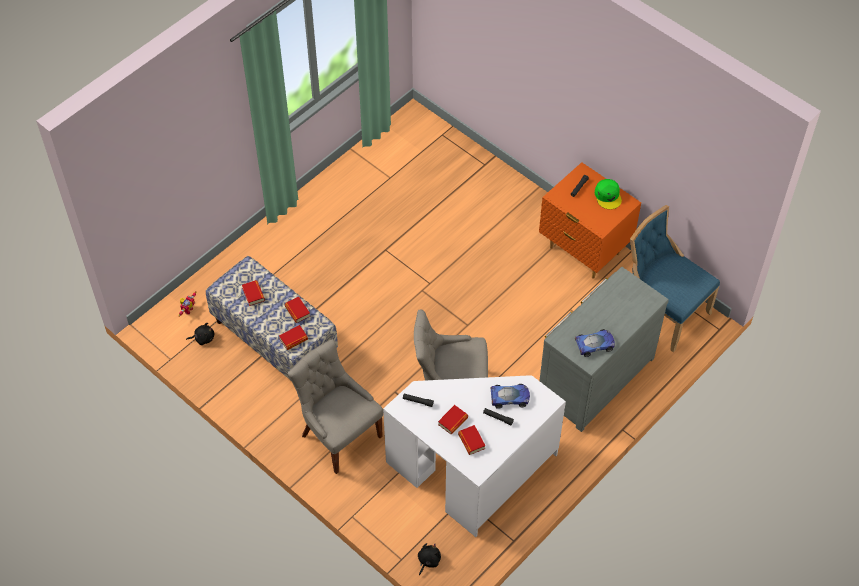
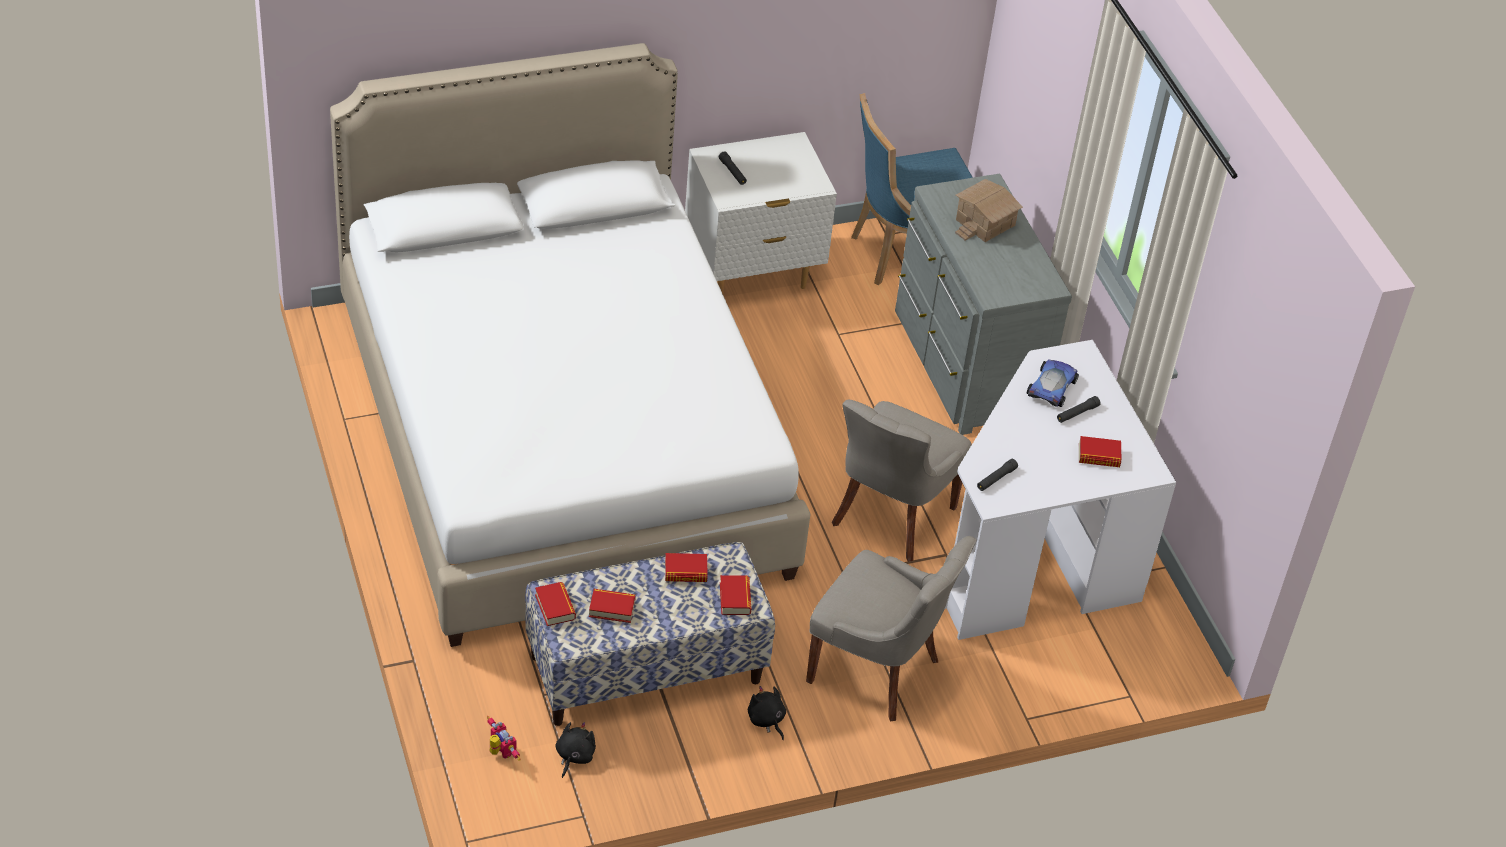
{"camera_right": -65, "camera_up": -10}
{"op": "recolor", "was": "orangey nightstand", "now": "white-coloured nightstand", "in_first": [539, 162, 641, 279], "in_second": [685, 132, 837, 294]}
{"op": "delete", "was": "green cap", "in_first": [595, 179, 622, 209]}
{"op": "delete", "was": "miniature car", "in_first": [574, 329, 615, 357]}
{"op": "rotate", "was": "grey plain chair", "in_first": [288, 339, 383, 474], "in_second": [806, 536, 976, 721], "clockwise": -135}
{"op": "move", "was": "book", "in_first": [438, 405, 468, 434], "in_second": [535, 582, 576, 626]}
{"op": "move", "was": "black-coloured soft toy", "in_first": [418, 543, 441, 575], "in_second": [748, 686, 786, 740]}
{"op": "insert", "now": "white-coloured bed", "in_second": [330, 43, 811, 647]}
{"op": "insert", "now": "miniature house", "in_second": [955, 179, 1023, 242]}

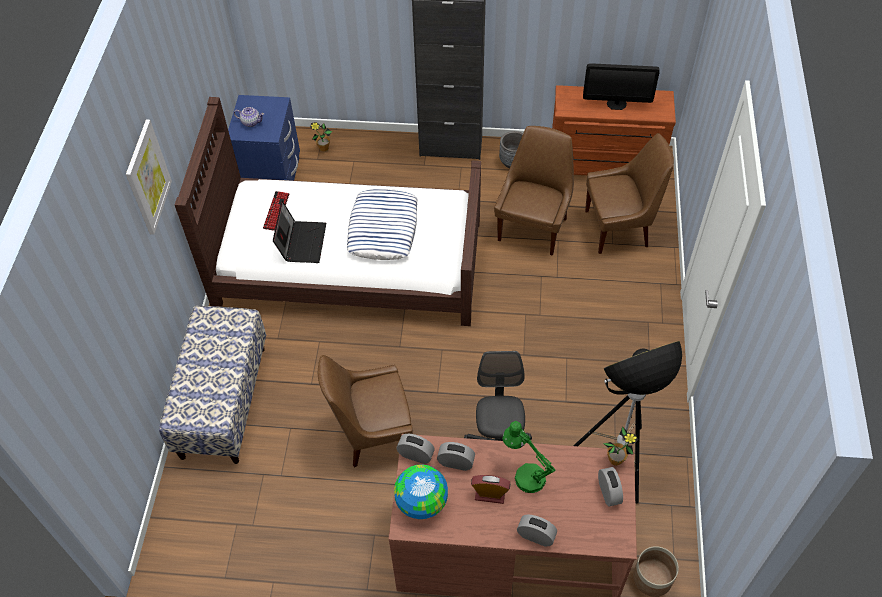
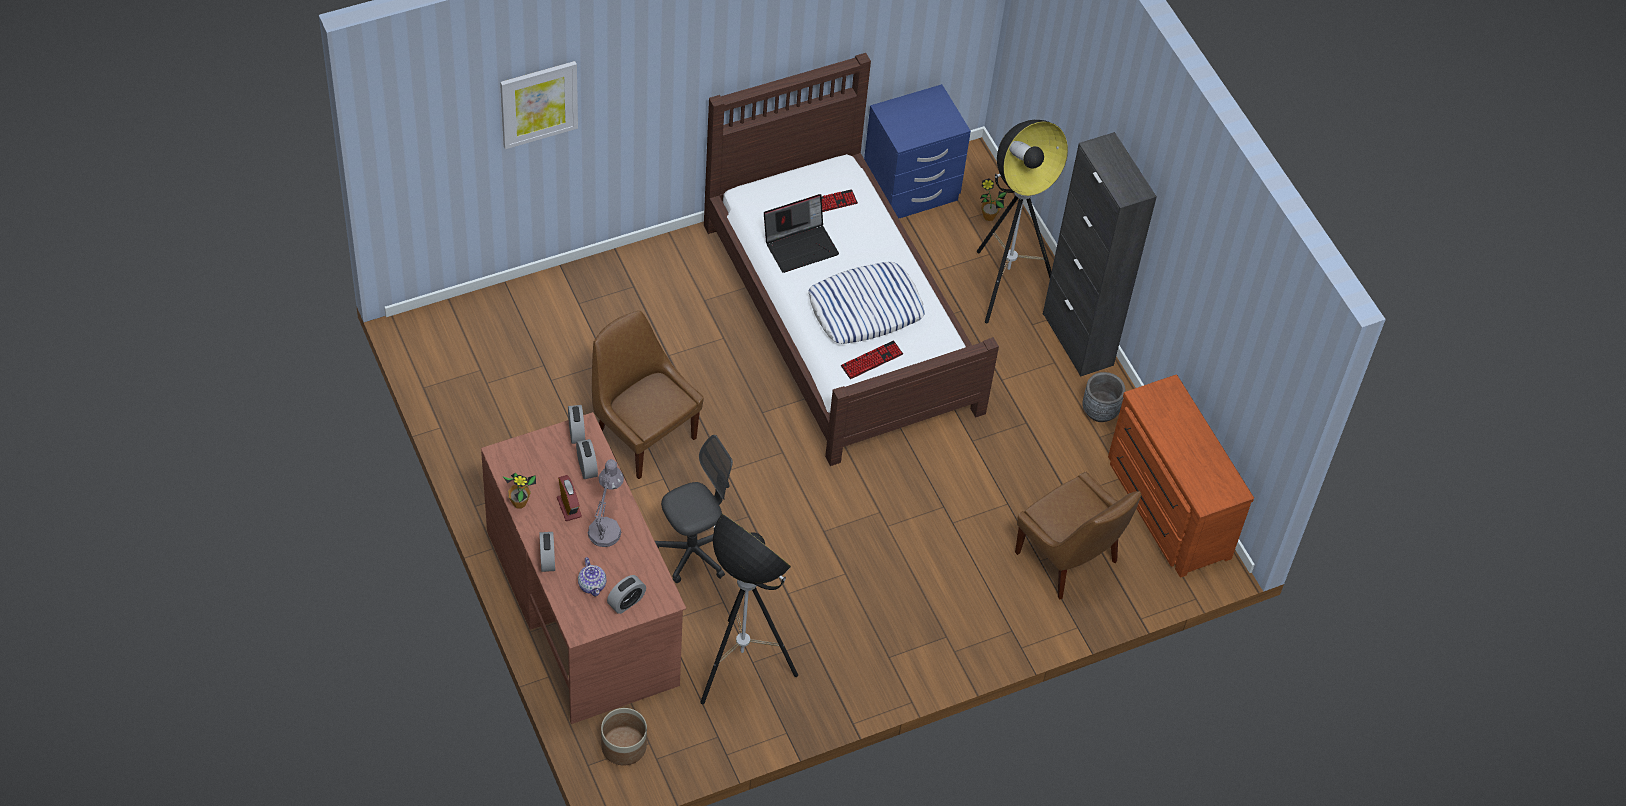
{"camera_right": 55, "camera_up": 0}
{"op": "delete", "was": "monitor", "in_first": [583, 63, 660, 110]}
{"op": "move", "was": "tea pot", "in_first": [234, 107, 264, 127], "in_second": [578, 557, 606, 596]}
{"op": "move", "was": "wall art", "in_first": [126, 120, 172, 235], "in_second": [500, 61, 578, 149]}
{"op": "delete", "was": "brown-coloured plain chair", "in_first": [494, 126, 574, 256]}
{"op": "delete", "was": "long seat", "in_first": [159, 306, 266, 464]}
{"op": "recolor", "was": "green tabletop lamp", "now": "grey tabletop lamp", "in_first": [502, 421, 555, 493], "in_second": [588, 459, 624, 547]}
{"op": "move", "was": "plant in a pot", "in_first": [603, 427, 638, 466], "in_second": [502, 473, 536, 509]}
{"op": "delete", "was": "globe", "in_first": [394, 464, 448, 519]}
{"op": "insert", "now": "floor lamp", "in_second": [977, 120, 1068, 323]}
{"op": "insert", "now": "computer keyboard", "in_second": [841, 340, 903, 379]}

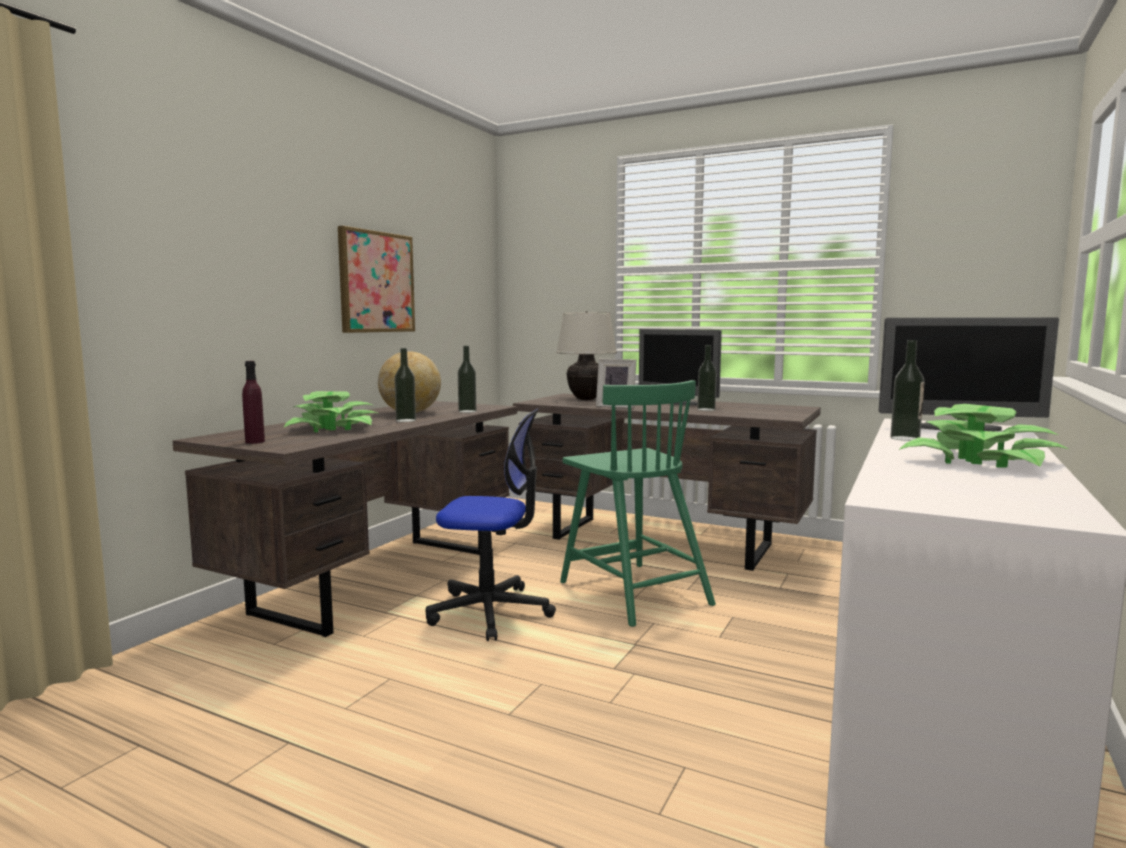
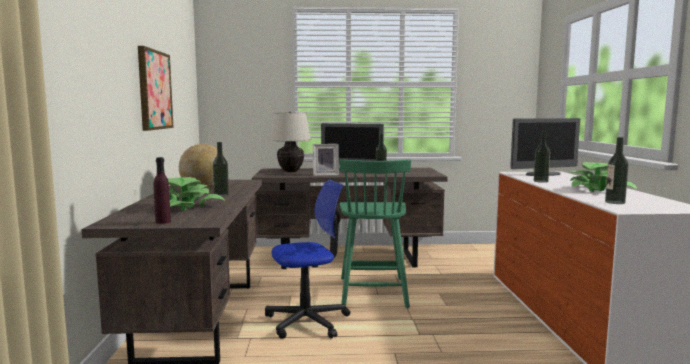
{"camera_right": -30, "camera_up": 0}
{"op": "move", "was": "bottle", "in_first": [458, 346, 476, 413], "in_second": [605, 137, 628, 204]}
{"op": "rotate", "was": "green plain chair", "in_first": [560, 380, 716, 627], "in_second": [339, 159, 411, 308], "clockwise": 60}

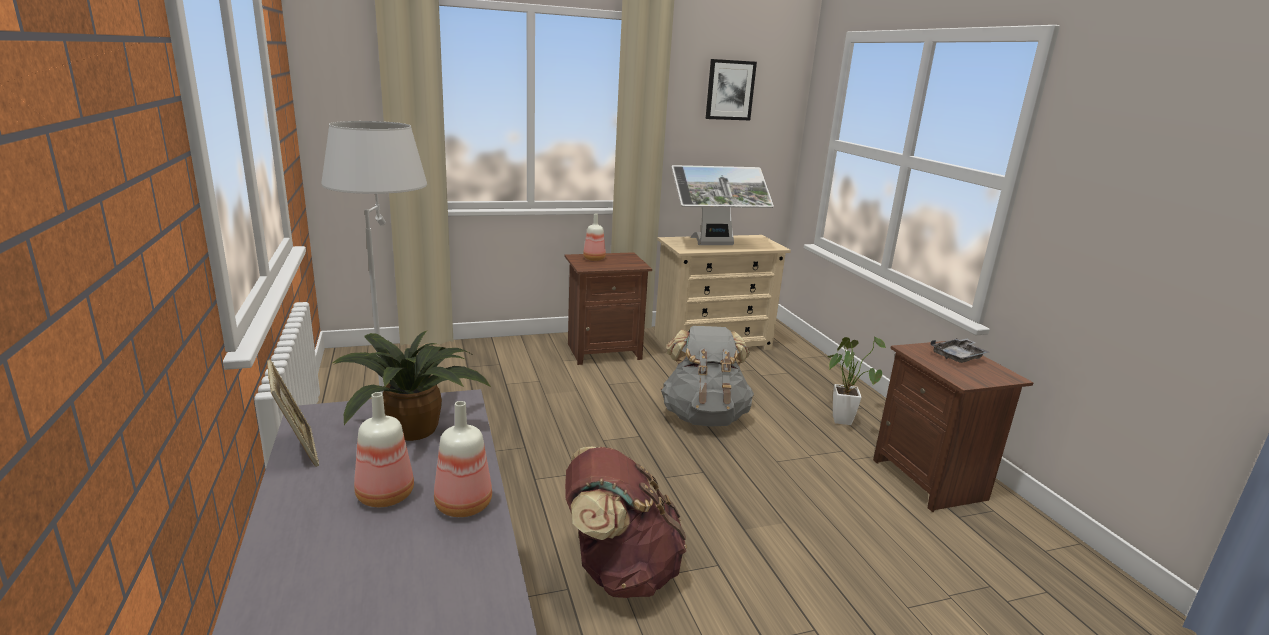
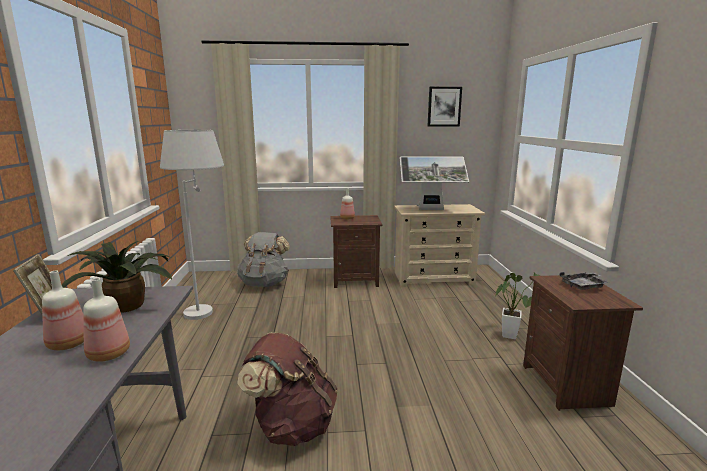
{"camera_right": 15, "camera_up": -5}
{"op": "move", "was": "grey backpack", "in_first": [661, 326, 754, 427], "in_second": [237, 232, 290, 287]}

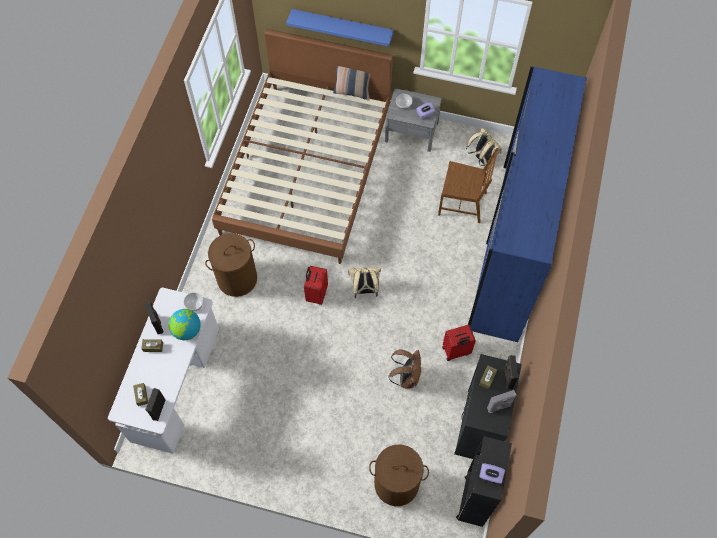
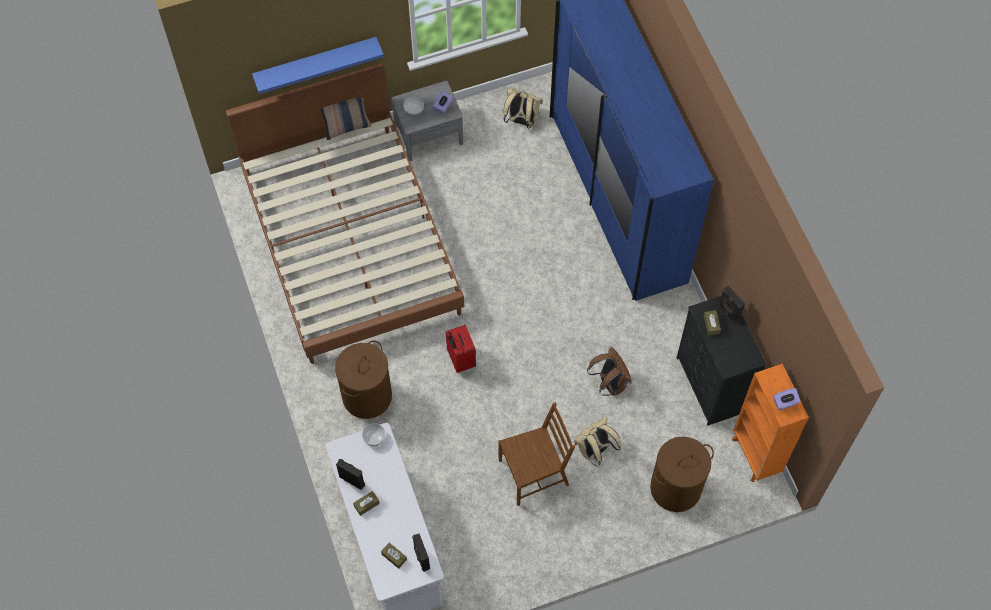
{"camera_right": -35, "camera_up": 0}
{"op": "move", "was": "brown-coloured plain chair", "in_first": [438, 148, 499, 223], "in_second": [499, 402, 575, 506]}
{"op": "move", "was": "sand-coloured backpack", "in_first": [348, 268, 381, 298], "in_second": [574, 417, 621, 466]}
{"op": "delete", "was": "globe", "in_first": [168, 309, 201, 340]}
{"op": "delete", "was": "red travel case", "in_first": [442, 325, 476, 361]}
{"op": "delete", "was": "grey speaker", "in_first": [487, 390, 516, 413]}
{"op": "recolor", "was": "black-coloured shelving unit", "now": "orangey shelving unit", "in_first": [456, 436, 512, 527], "in_second": [732, 364, 809, 482]}

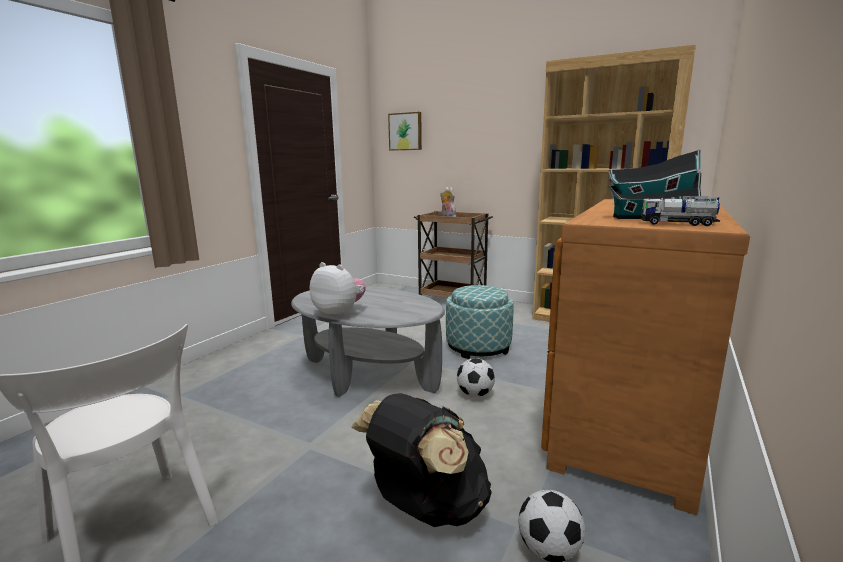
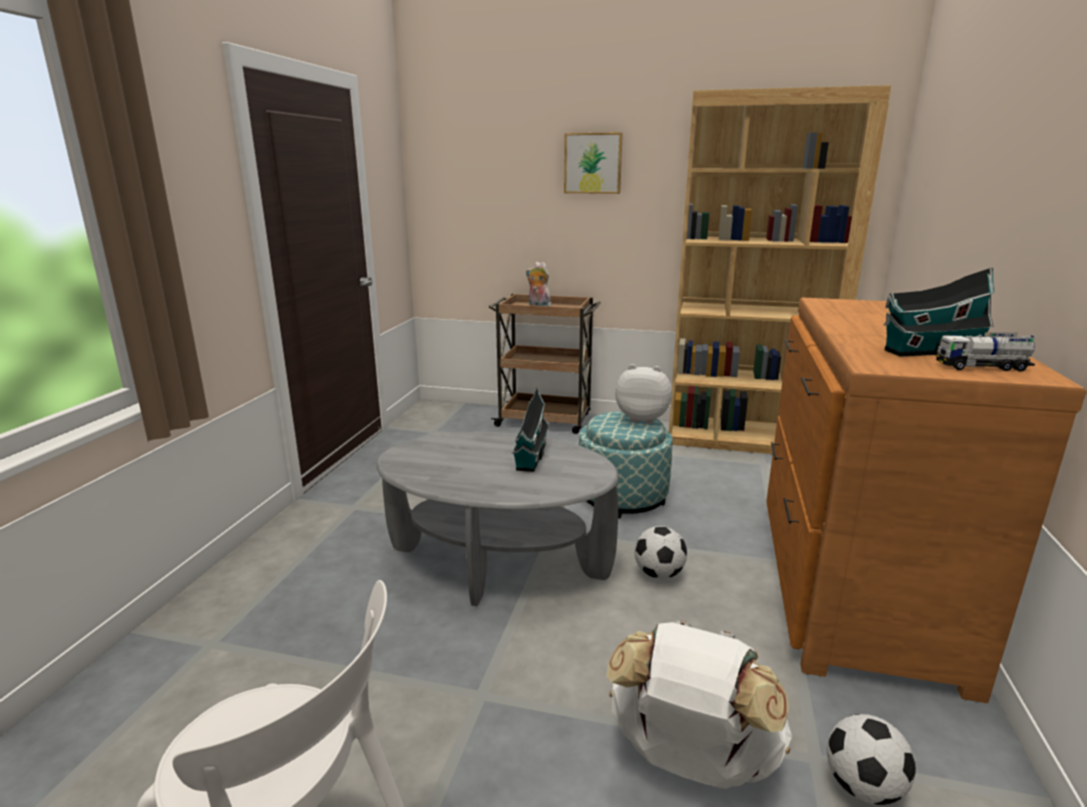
{"camera_right": -15, "camera_up": 5}
{"op": "move", "was": "wall art", "in_first": [388, 112, 422, 151], "in_second": [564, 132, 623, 194]}
{"op": "move", "was": "soft toy", "in_first": [310, 262, 366, 318], "in_second": [615, 364, 672, 424]}
{"op": "recolor", "was": "black-coloured backpack", "now": "white-coloured backpack", "in_first": [351, 393, 492, 527], "in_second": [606, 620, 792, 789]}
{"op": "insert", "now": "miniature house", "in_second": [511, 387, 549, 472]}

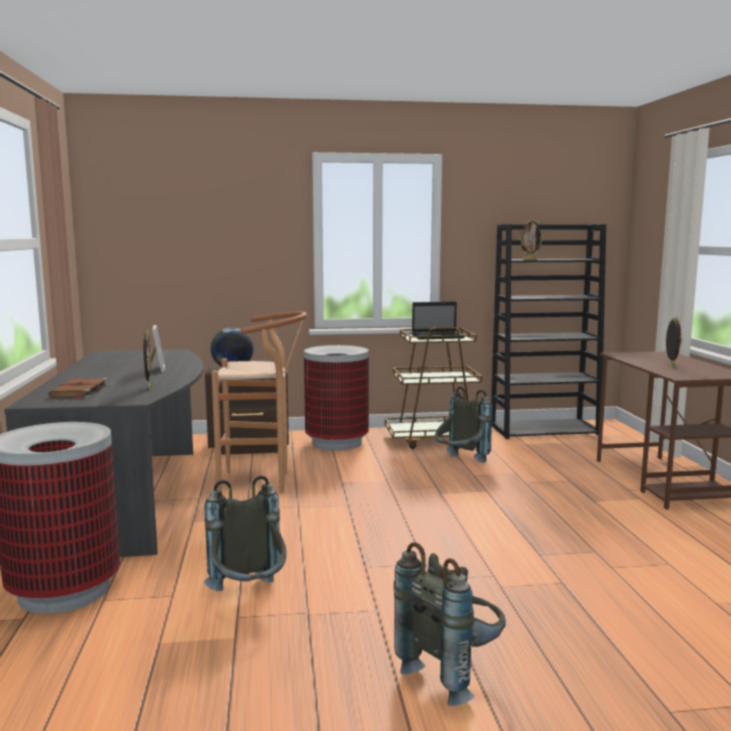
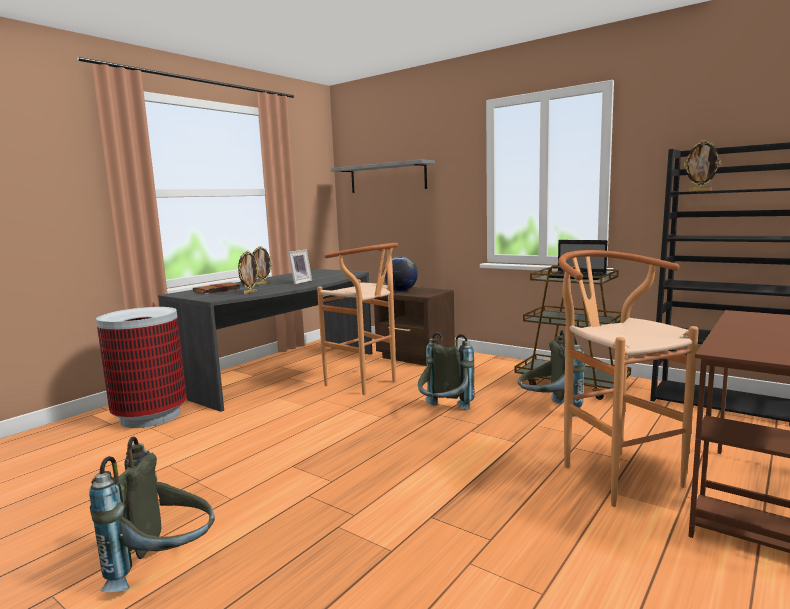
{"camera_right": 45, "camera_up": 0}
{"op": "move", "was": "standing frame", "in_first": [666, 316, 683, 368], "in_second": [253, 246, 273, 285]}
{"op": "delete", "was": "rubbish bin", "in_first": [304, 345, 369, 451]}
{"op": "move", "was": "grey backpack", "in_first": [204, 475, 287, 591], "in_second": [418, 332, 474, 410]}
{"op": "insert", "now": "grey bracket shelf", "in_second": [331, 159, 435, 193]}
{"op": "insert", "now": "brown-coloured stool", "in_second": [558, 250, 699, 507]}

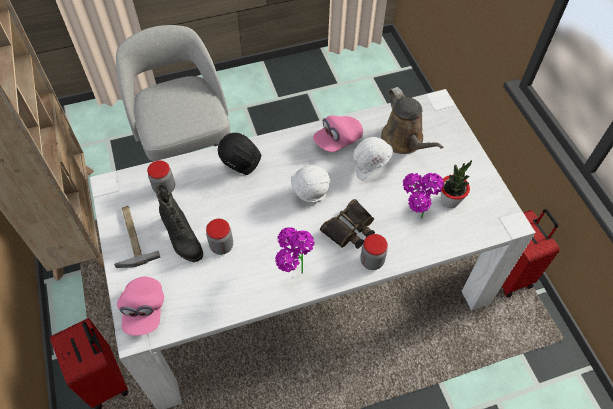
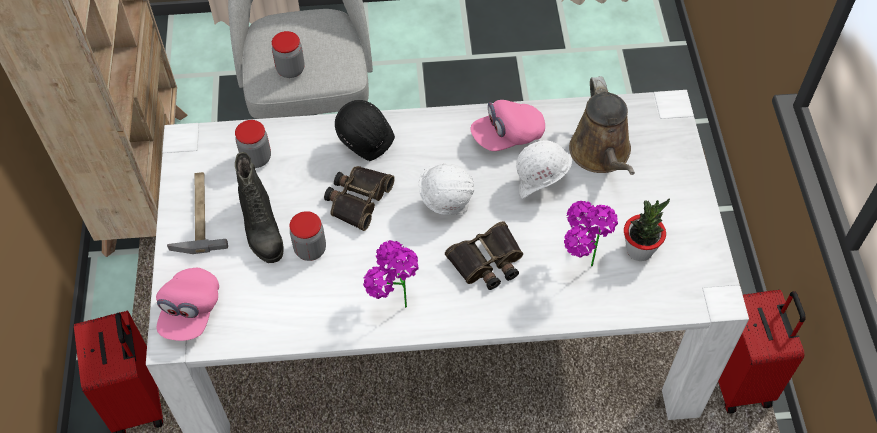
{"camera_right": 15, "camera_up": 0}
{"op": "move", "was": "preserve jar", "in_first": [361, 234, 388, 270], "in_second": [272, 31, 305, 78]}
{"op": "insert", "now": "binoculars", "in_second": [324, 166, 395, 231]}

